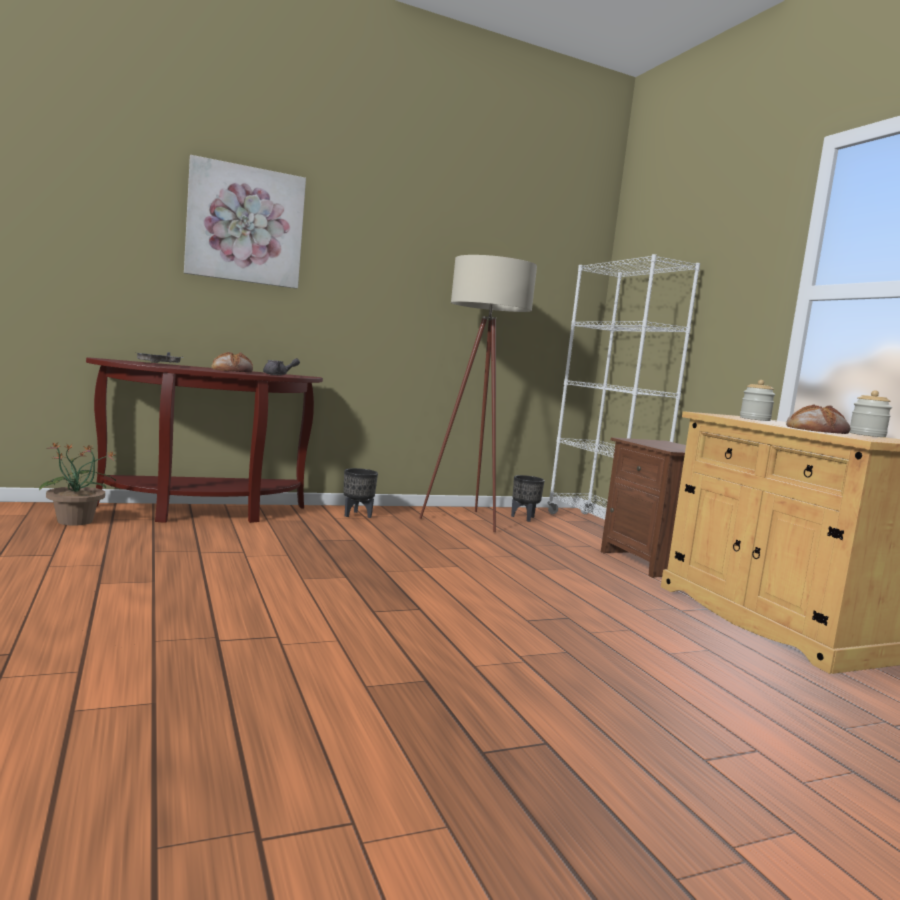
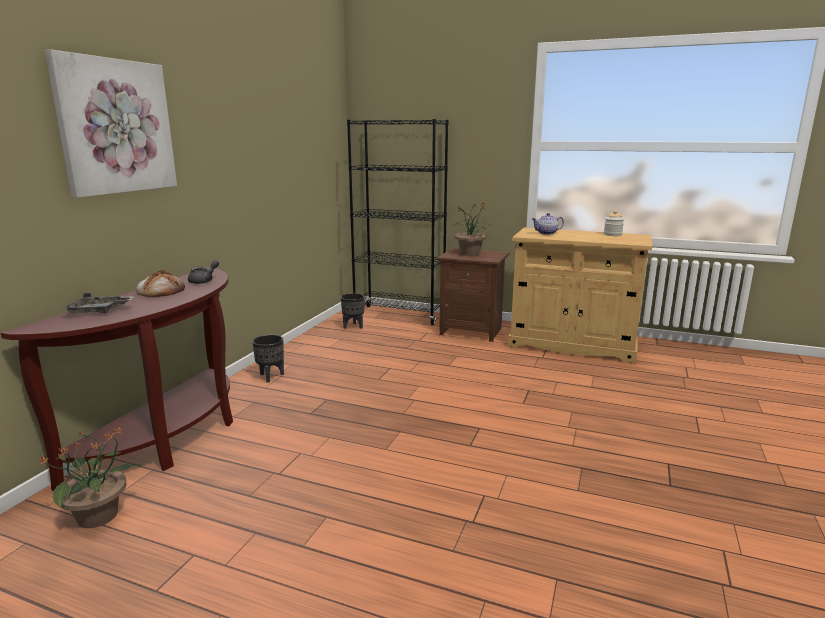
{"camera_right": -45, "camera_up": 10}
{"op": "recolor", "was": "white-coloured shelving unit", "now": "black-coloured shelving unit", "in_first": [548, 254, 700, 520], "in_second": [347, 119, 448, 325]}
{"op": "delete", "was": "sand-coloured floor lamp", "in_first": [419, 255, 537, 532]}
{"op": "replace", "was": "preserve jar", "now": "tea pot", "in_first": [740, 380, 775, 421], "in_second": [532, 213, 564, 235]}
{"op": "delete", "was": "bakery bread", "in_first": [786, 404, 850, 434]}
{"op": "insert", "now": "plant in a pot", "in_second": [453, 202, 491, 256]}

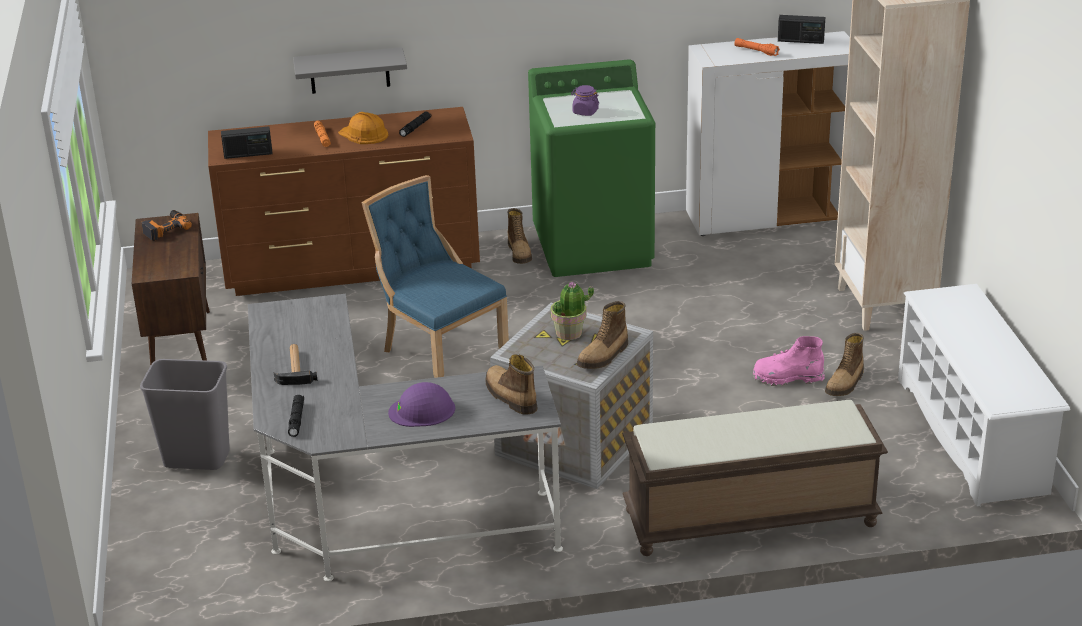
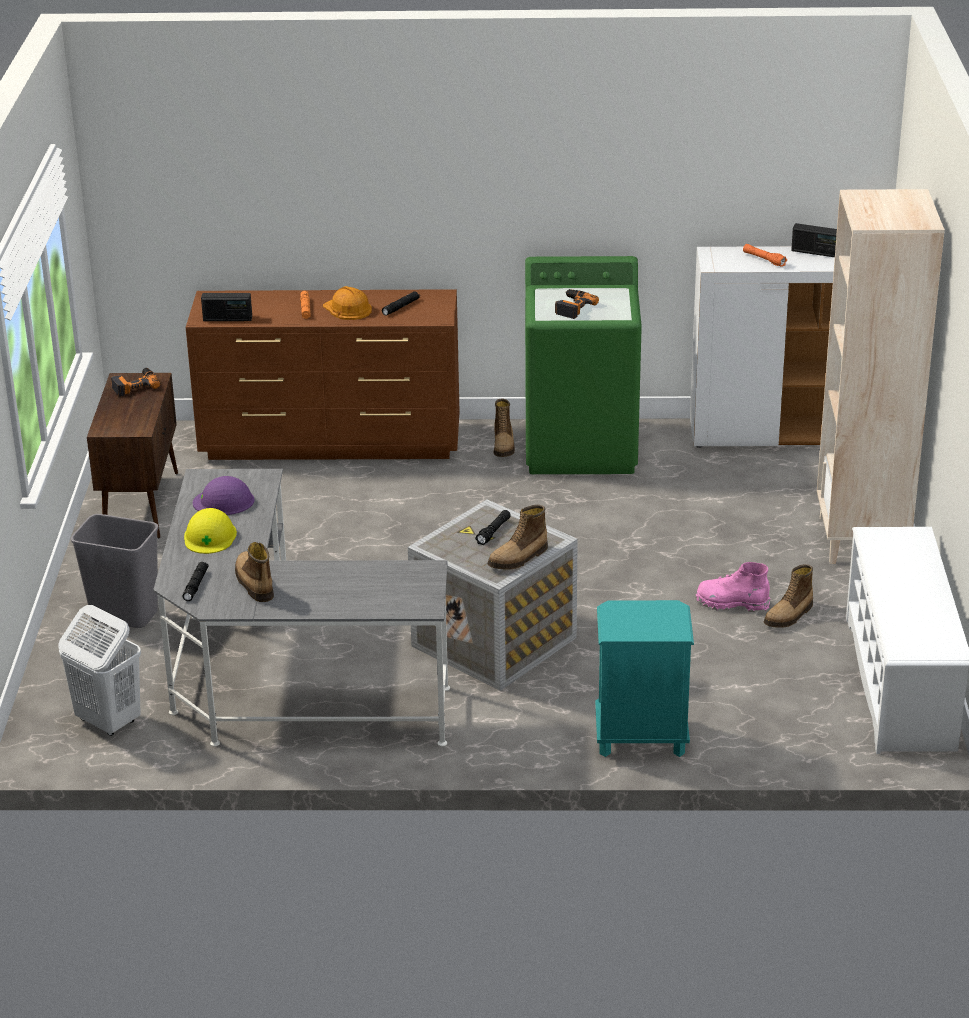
{"camera_right": 10, "camera_up": 0}
{"op": "delete", "was": "grey bracket shelf", "in_first": [293, 47, 407, 94]}
{"op": "replace", "was": "purple-coloured preserve jar", "now": "power drill", "in_first": [571, 85, 599, 116], "in_second": [555, 289, 599, 319]}
{"op": "delete", "was": "blue-coloured plain chair", "in_first": [362, 175, 509, 378]}
{"op": "replace", "was": "plant in a pot", "now": "black-coloured hand torch", "in_first": [550, 282, 594, 340], "in_second": [475, 510, 511, 545]}
{"op": "replace", "was": "hand hammer", "now": "yellow work helmet", "in_first": [274, 344, 317, 385], "in_second": [184, 508, 237, 554]}
{"op": "move", "was": "tall boot", "in_first": [486, 354, 538, 415], "in_second": [235, 542, 274, 602]}
{"op": "move", "was": "purple-coloured work helmet", "in_first": [388, 382, 455, 427], "in_second": [193, 476, 255, 515]}
{"op": "replace", "was": "brown-coloured long seat", "now": "turquoise nightstand", "in_first": [622, 400, 888, 556], "in_second": [595, 600, 694, 757]}
{"op": "insert", "now": "white-coloured hamper", "in_second": [58, 605, 141, 736]}

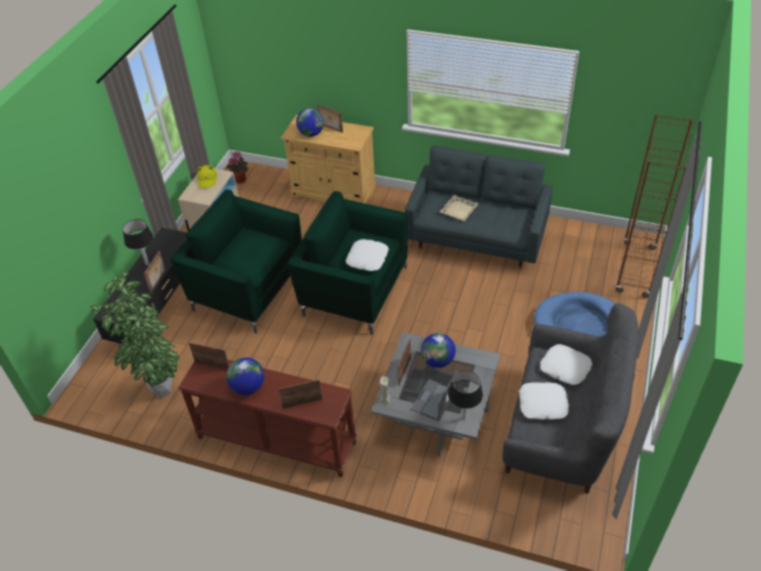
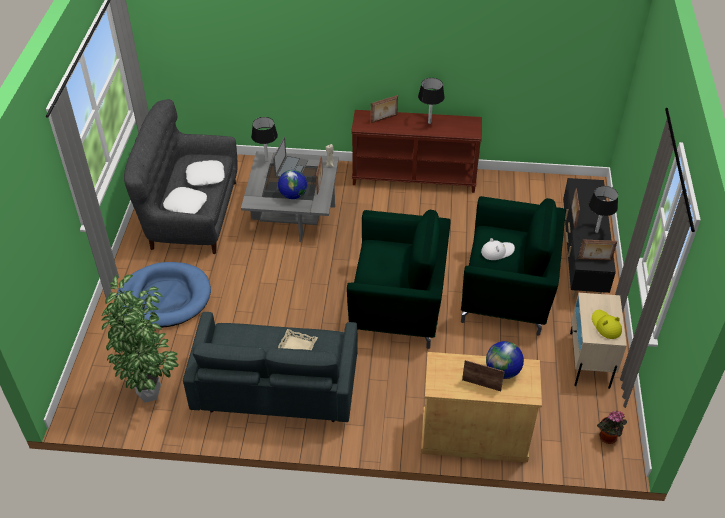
{"camera_right": 165, "camera_up": 0}
{"op": "delete", "was": "brown-coloured shelving unit", "in_first": [616, 114, 693, 298]}
{"op": "delete", "was": "white-coloured pillow", "in_first": [346, 239, 389, 271]}
{"op": "move", "was": "plant in a pot", "in_first": [90, 270, 179, 398], "in_second": [101, 274, 179, 403]}
{"op": "move", "was": "standing frame", "in_first": [189, 343, 229, 370], "in_second": [578, 239, 617, 261]}
{"op": "replace", "was": "globe", "now": "black-coloured tabletop lamp", "in_first": [226, 357, 264, 395], "in_second": [418, 78, 445, 124]}
{"op": "insert", "now": "white-coloured hat", "in_second": [481, 238, 515, 260]}

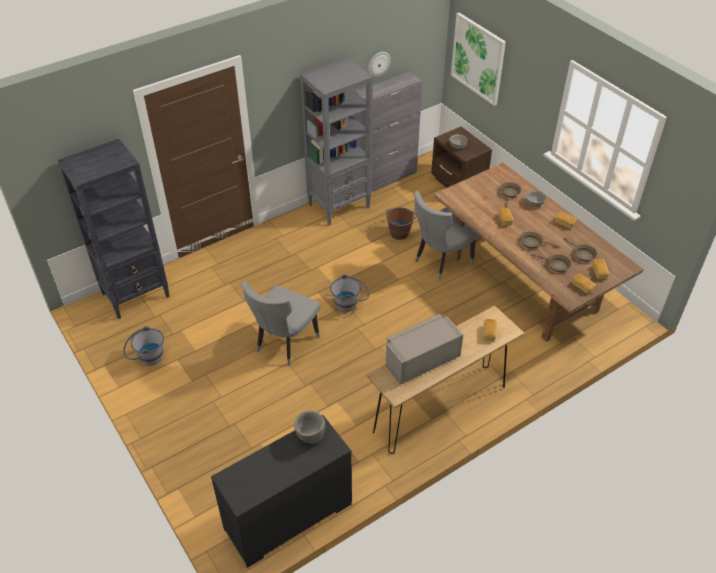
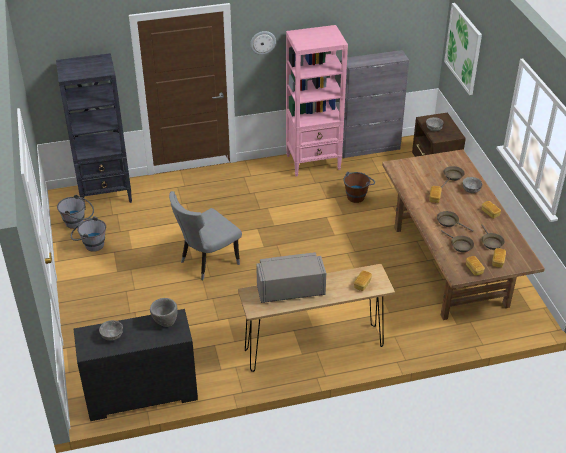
{"camera_right": 20, "camera_up": -5}
{"op": "move", "was": "hanging clock", "in_first": [368, 52, 391, 77], "in_second": [250, 31, 276, 55]}
{"op": "recolor", "was": "grey shelving unit", "now": "pink shelving unit", "in_first": [300, 58, 373, 225], "in_second": [286, 25, 348, 176]}
{"op": "delete", "was": "grey plain chair", "in_first": [414, 191, 480, 280]}
{"op": "move", "was": "grey pail", "in_first": [330, 274, 370, 312], "in_second": [57, 194, 94, 229]}
{"op": "insert", "now": "grey deep dish", "in_second": [99, 320, 123, 340]}

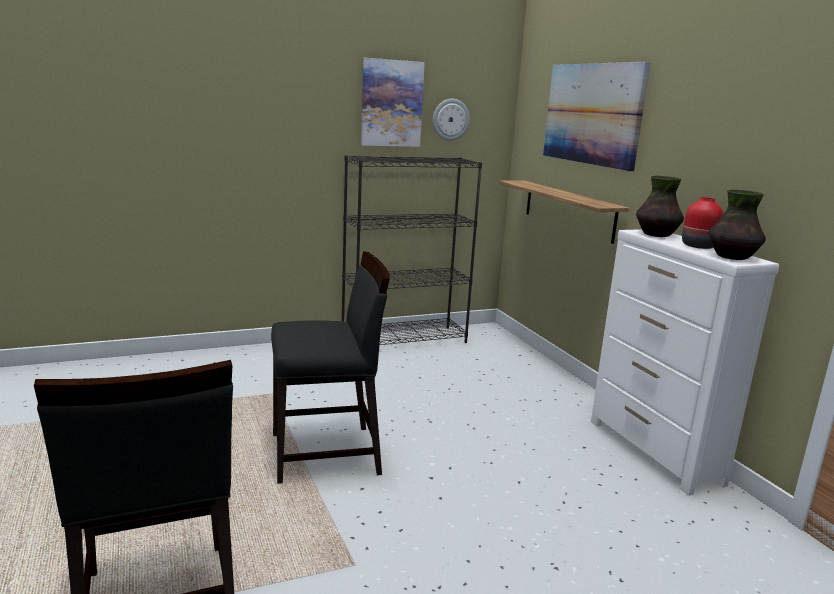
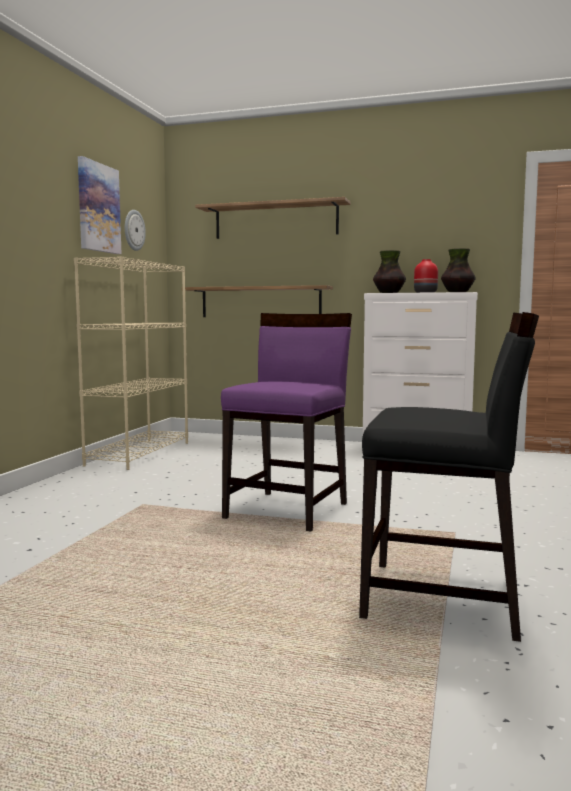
{"camera_right": -50, "camera_up": -10}
{"op": "replace", "was": "wall art", "now": "bracket shelf", "in_first": [543, 62, 651, 172], "in_second": [195, 197, 351, 239]}
{"op": "recolor", "was": "black-coloured shelving unit", "now": "sand-coloured shelving unit", "in_first": [342, 155, 482, 345], "in_second": [74, 256, 188, 470]}
{"op": "recolor", "was": "black-coloured plain chair", "now": "purple-coloured plain chair", "in_first": [271, 251, 390, 484], "in_second": [221, 313, 352, 532]}

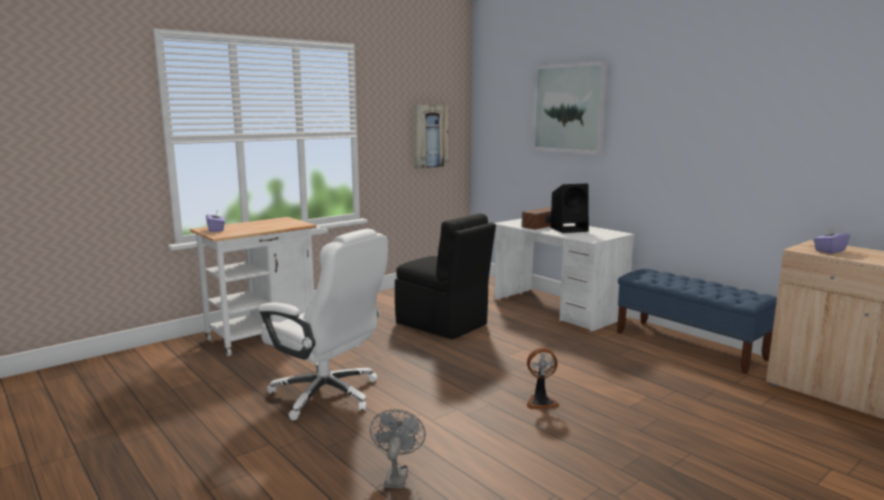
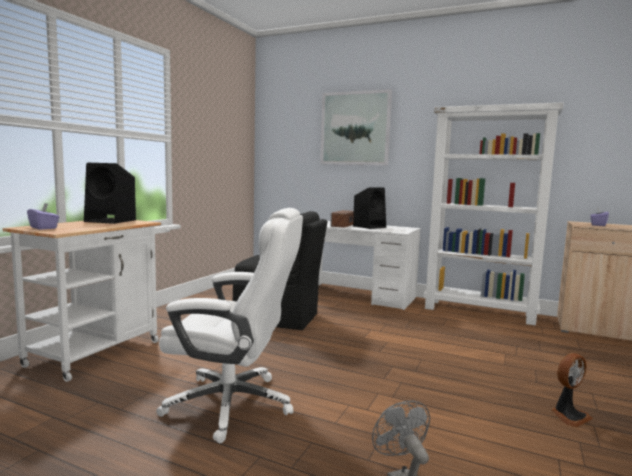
{"camera_right": -25, "camera_up": -5}
{"op": "delete", "was": "wall art", "in_first": [414, 105, 448, 169]}
{"op": "replace", "was": "blue-coloured long seat", "now": "white-coloured shelving unit", "in_first": [617, 268, 777, 374], "in_second": [423, 103, 564, 326]}
{"op": "move", "was": "fan", "in_first": [527, 348, 559, 409], "in_second": [551, 353, 593, 427]}
{"op": "insert", "now": "black-coloured speaker", "in_second": [84, 163, 136, 224]}

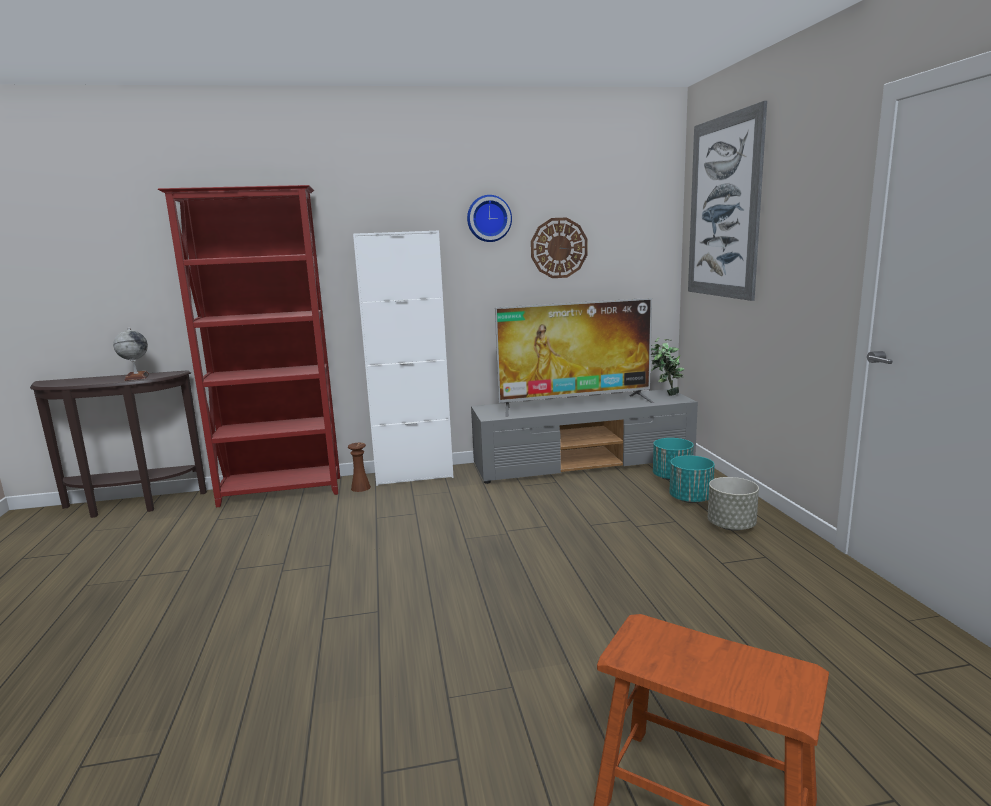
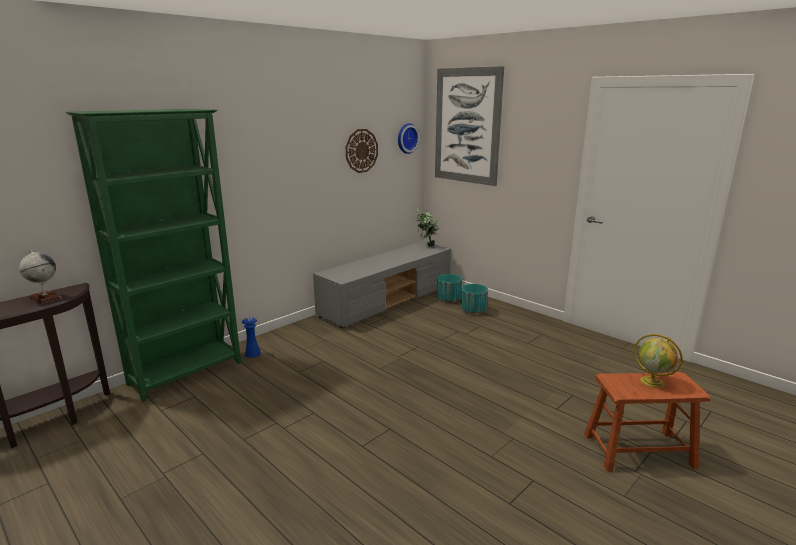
{"camera_right": -35, "camera_up": 5}
{"op": "recolor", "was": "red shelving unit", "now": "green shelving unit", "in_first": [158, 185, 340, 507], "in_second": [66, 109, 241, 402]}
{"op": "move", "was": "hanging clock", "in_first": [467, 195, 512, 242], "in_second": [398, 123, 420, 154]}
{"op": "delete", "was": "white-coloured storage cabinet", "in_first": [353, 230, 454, 486]}
{"op": "delete", "was": "TV set", "in_first": [495, 298, 654, 417]}
{"op": "recolor", "was": "brown-coloured flower vase", "now": "blue-coloured flower vase", "in_first": [348, 443, 371, 492], "in_second": [242, 317, 261, 358]}
{"op": "delete", "was": "grey flower pot", "in_first": [708, 477, 759, 531]}
{"op": "insert", "now": "globe", "in_second": [634, 334, 683, 388]}

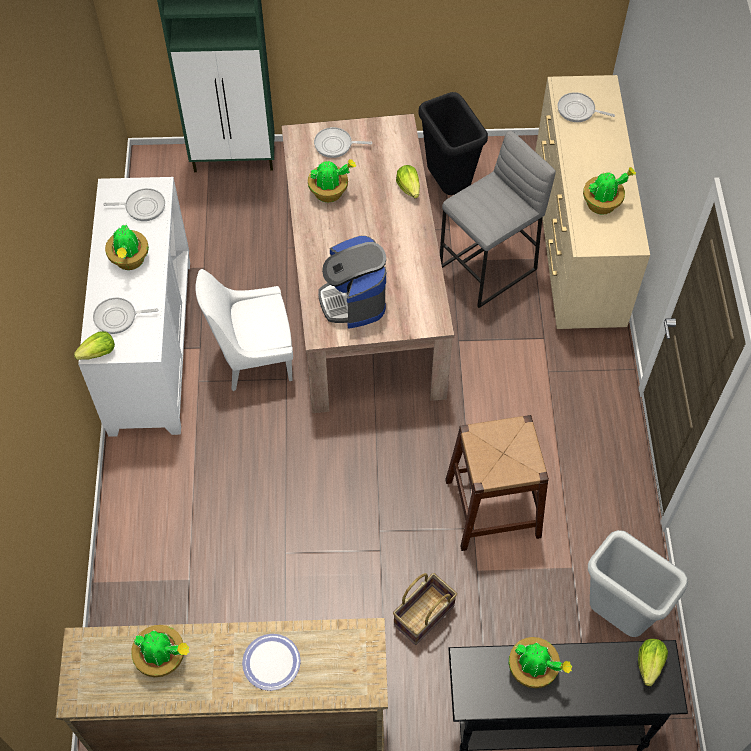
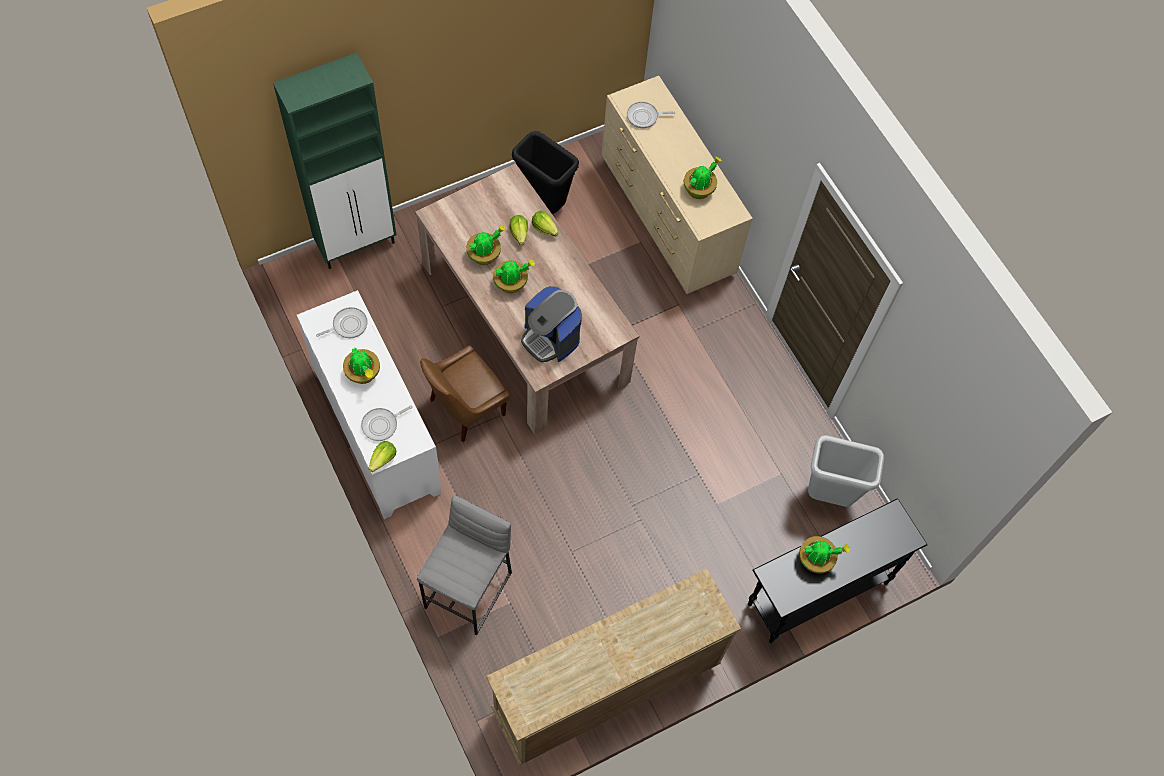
{"camera_right": -30, "camera_up": 5}
{"op": "delete", "was": "skillet", "in_first": [314, 127, 372, 158]}
{"op": "move", "was": "grey stool", "in_first": [440, 130, 556, 308], "in_second": [417, 495, 512, 635]}
{"op": "recolor", "was": "white-coloured plain chair", "now": "brown-coloured plain chair", "in_first": [195, 269, 293, 391], "in_second": [420, 345, 509, 442]}
{"op": "delete", "was": "brown-coloured stool", "in_first": [445, 415, 549, 551]}
{"op": "delete", "was": "storage basket", "in_first": [393, 573, 457, 645]}
{"op": "move", "was": "plant in a pot", "in_first": [131, 625, 189, 677], "in_second": [493, 259, 535, 293]}
{"op": "delete", "was": "flat dish", "in_first": [242, 634, 301, 691]}
{"op": "move", "was": "lettuce head", "in_first": [638, 639, 668, 686], "in_second": [509, 215, 528, 245]}

